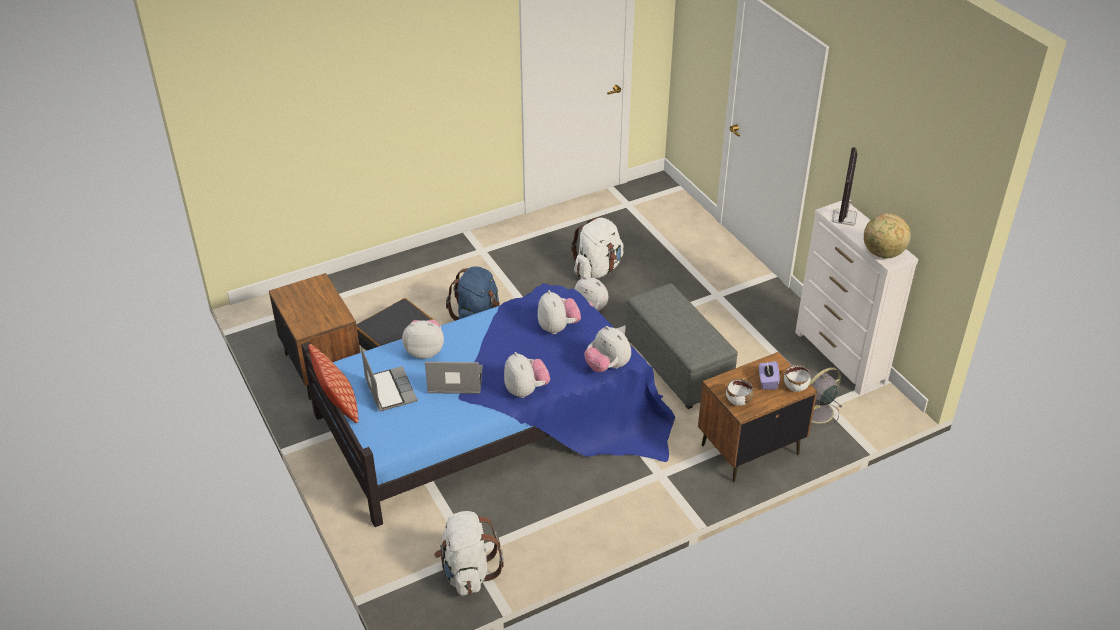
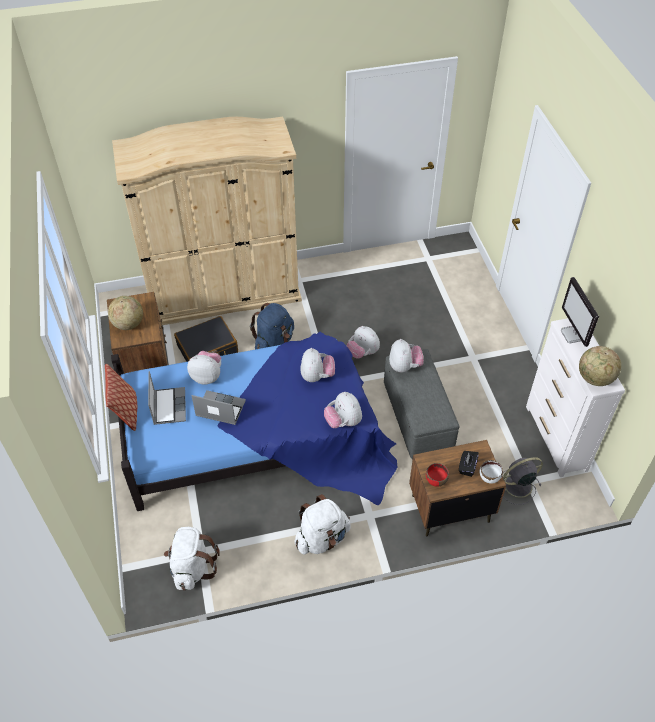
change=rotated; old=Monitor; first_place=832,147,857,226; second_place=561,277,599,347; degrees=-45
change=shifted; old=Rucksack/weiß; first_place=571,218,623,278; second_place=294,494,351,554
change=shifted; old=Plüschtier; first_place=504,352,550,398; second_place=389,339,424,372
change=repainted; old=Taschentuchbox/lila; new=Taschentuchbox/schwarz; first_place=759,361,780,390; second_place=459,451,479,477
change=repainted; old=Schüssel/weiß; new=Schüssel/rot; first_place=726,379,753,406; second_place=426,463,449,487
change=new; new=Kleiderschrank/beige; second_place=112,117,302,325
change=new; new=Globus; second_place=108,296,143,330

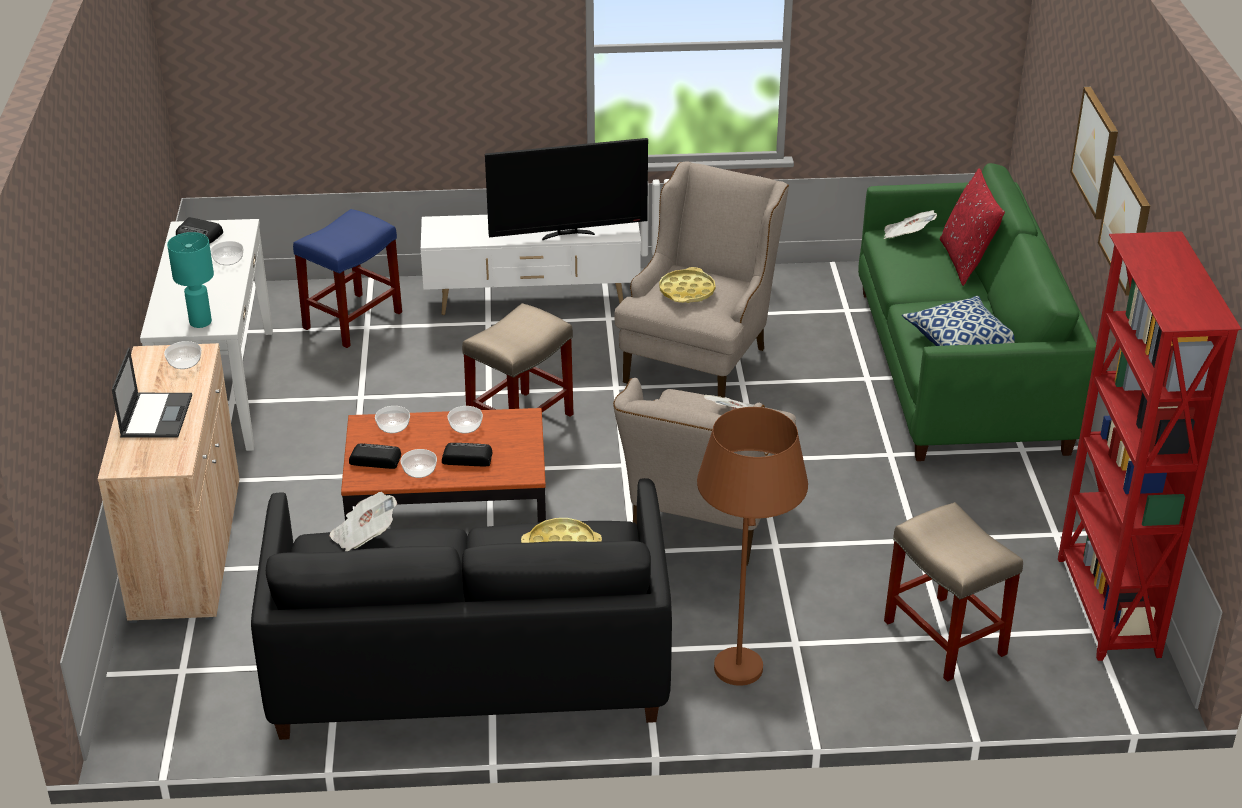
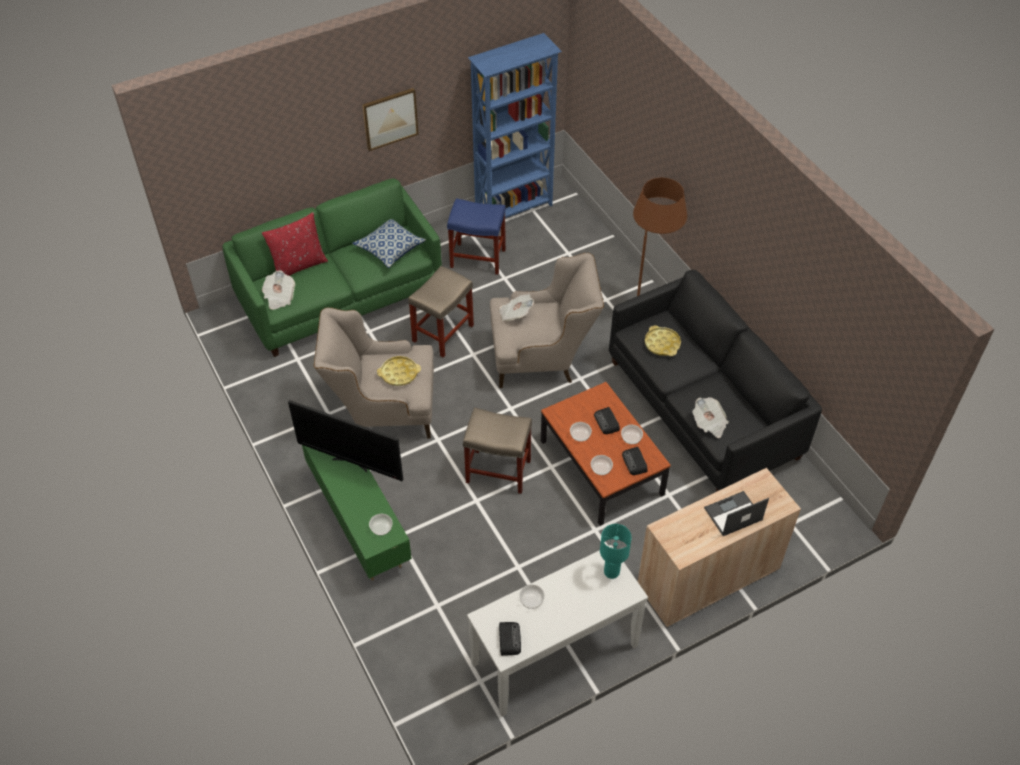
change=gone; old=Bild; first_place=1070,87,1118,219
change=rotated; old=Fernseher; first_place=485,138,648,240; second_place=288,400,403,481; degrees=150
change=shifted; old=Hocker/blau; first_place=293,209,402,348; second_place=447,198,506,275
change=repainted; old=Fernsehschrank/weiß; new=Fernsehschrank/grün; first_place=421,215,641,315; second_place=302,445,412,581
change=repainted; old=Bücherregal/rot; new=Bücherregal/blau; first_place=1058,231,1241,661; second_place=468,33,562,218
change=shifted; old=Schüssel; first_place=164,341,201,369; second_place=369,514,393,536
change=shifted; old=Hocker/beige; first_place=884,502,1023,682; second_place=408,266,474,358

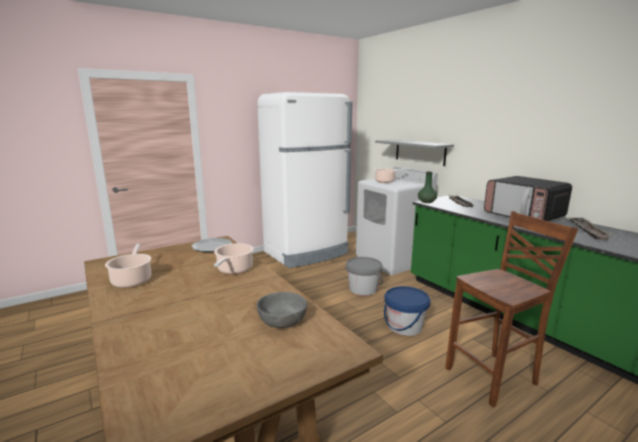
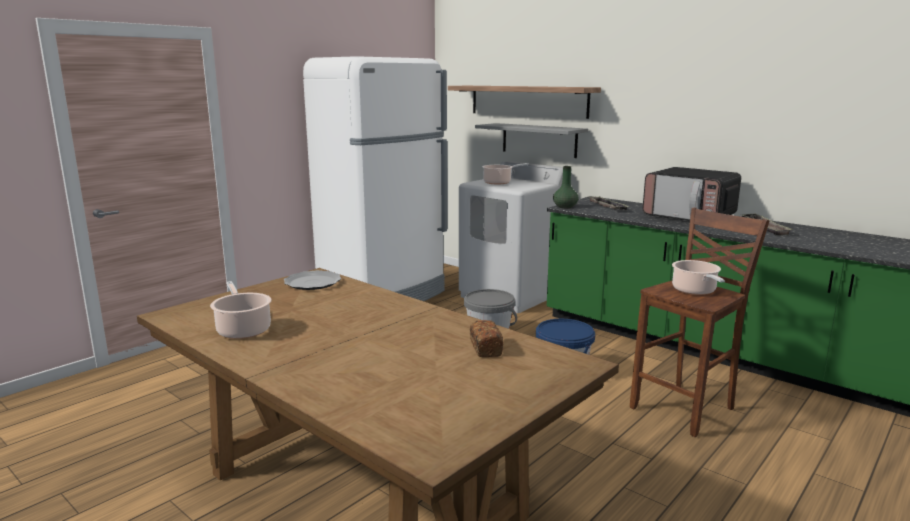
change=shifted; old=Kochtopf; first_place=214,243,254,274; second_place=672,260,725,295
change=swapped; old=Schüssel/grau; new=Brot; first_place=256,292,307,328; second_place=470,320,503,357
change=new; new=Wandregal; second_place=448,86,601,119

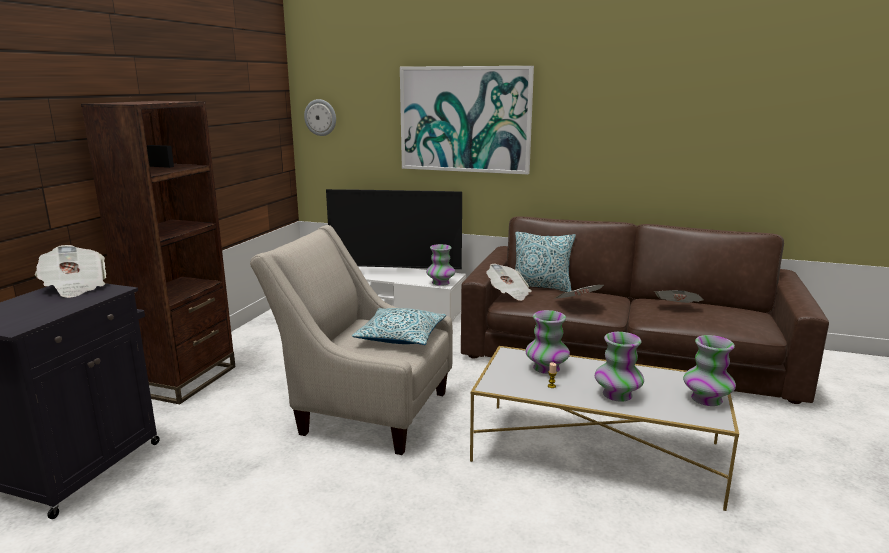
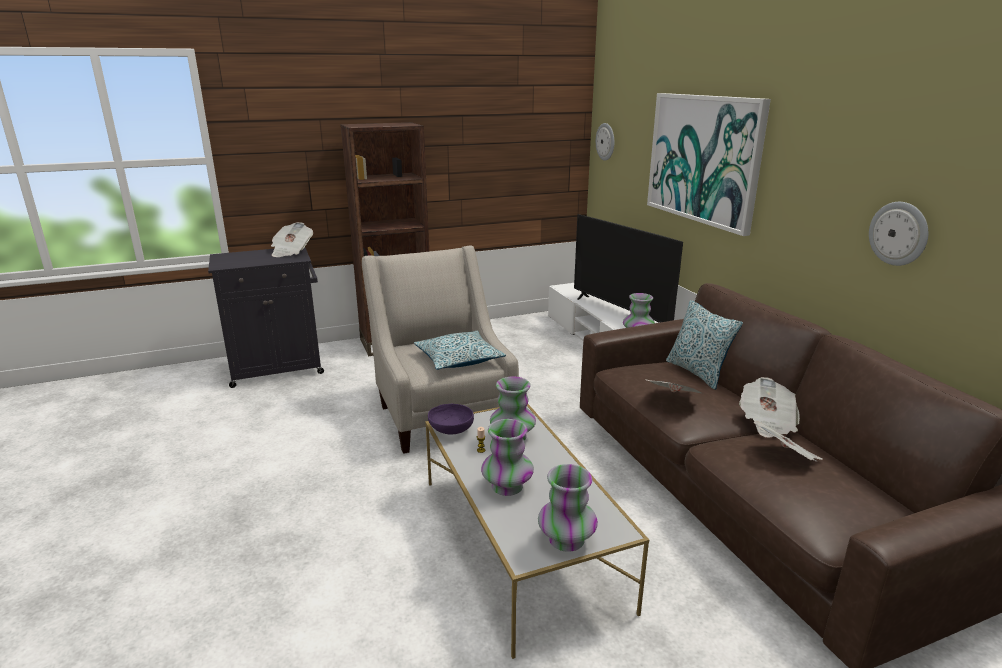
change=shifted; old=Zeitung; first_place=486,264,532,301; second_place=739,377,800,437
change=new; new=Wanduhr; second_place=869,202,928,266
change=new; new=Schüssel/lila; second_place=428,404,474,435

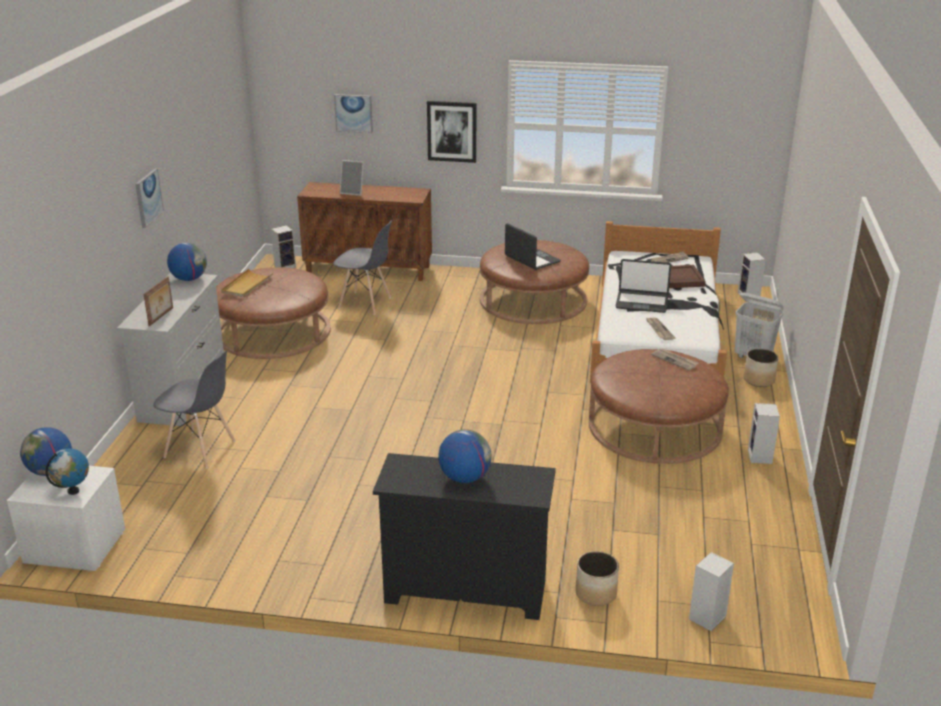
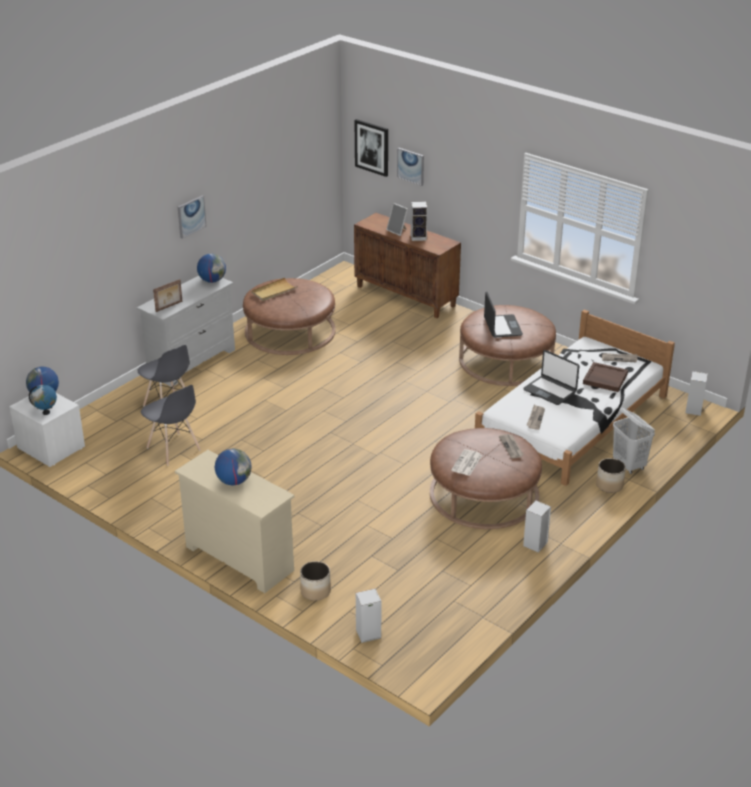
change=shifted; old=Bild; first_place=427,101,476,163; second_place=355,119,388,177
change=shifted; old=Stuhl/grau; first_place=333,220,392,315; second_place=141,385,201,465
change=shifted; old=Lautsprecher; first_place=271,225,296,268; second_place=411,202,427,241
change=repainted; old=Kommode/schwarz; new=Kommode/beige; first_place=373,453,556,620; second_place=175,450,295,593
change=new; new=Zeitung; second_place=451,449,482,476

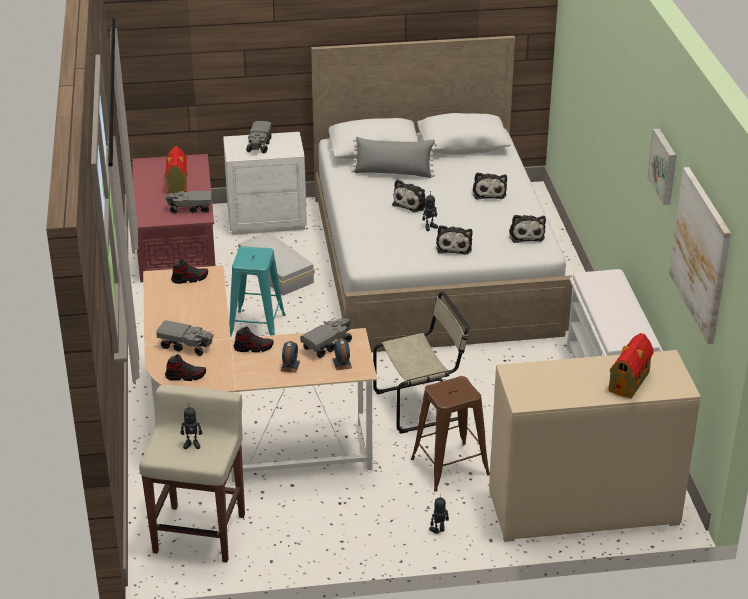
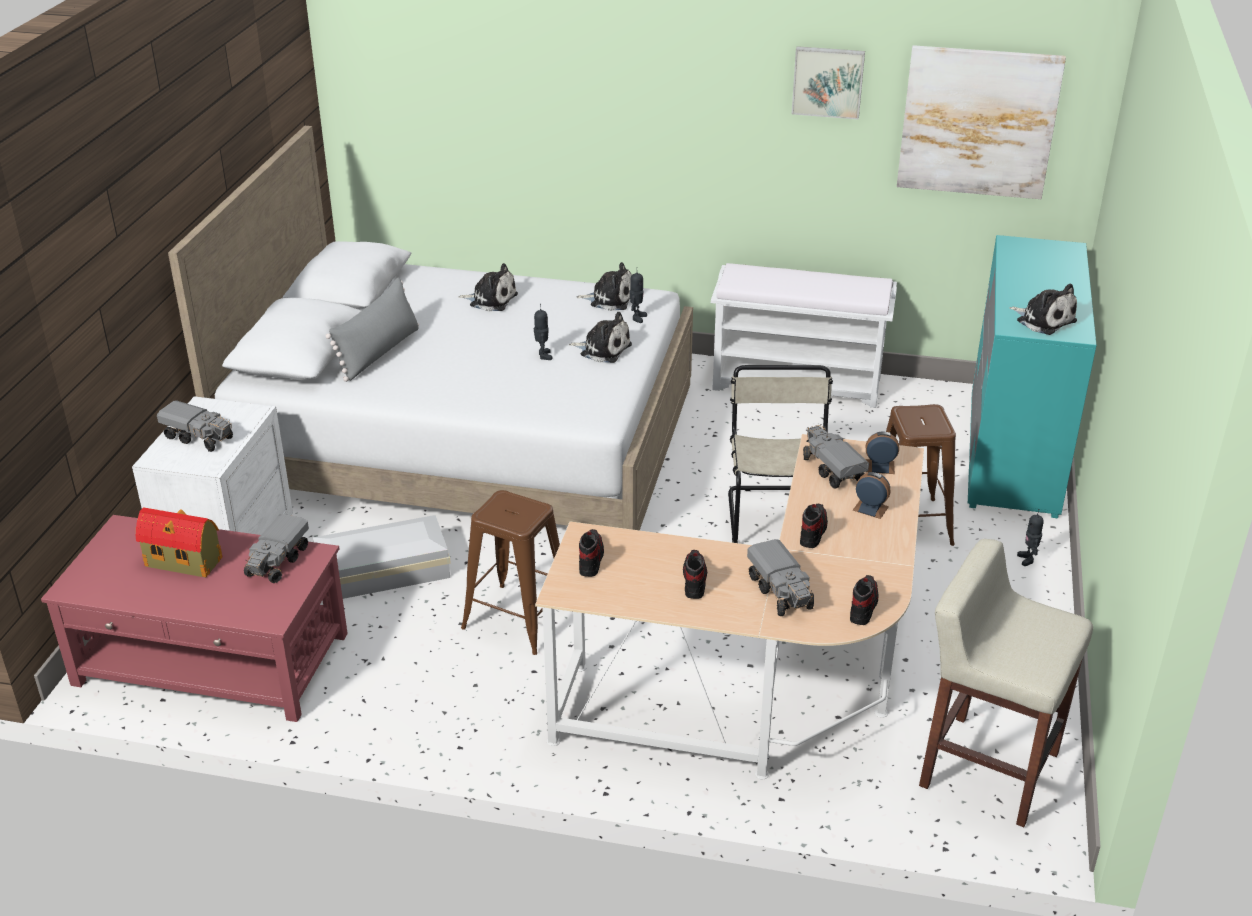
change=shifted; old=Plüschtier; first_place=392,179,426,212; second_place=1009,284,1077,335
change=repainted; old=Hocker/türkis; new=Hocker/braun; first_place=229,246,286,337; second_place=461,490,560,655
change=rotated; old=Spielzeuglaster; first_place=156,320,214,356; second_place=747,539,814,616; degrees=120
change=gone; old=Spielzeughaus; first_place=608,333,654,398
change=repainted; old=Kommode/beige; new=Kommode/türkis; first_place=489,350,701,542; second_place=968,235,1097,518
change=shifted; old=Spielzeugroboter; first_place=181,403,202,449; second_place=630,267,647,323
change=new; new=Schuh; second_place=683,550,707,599

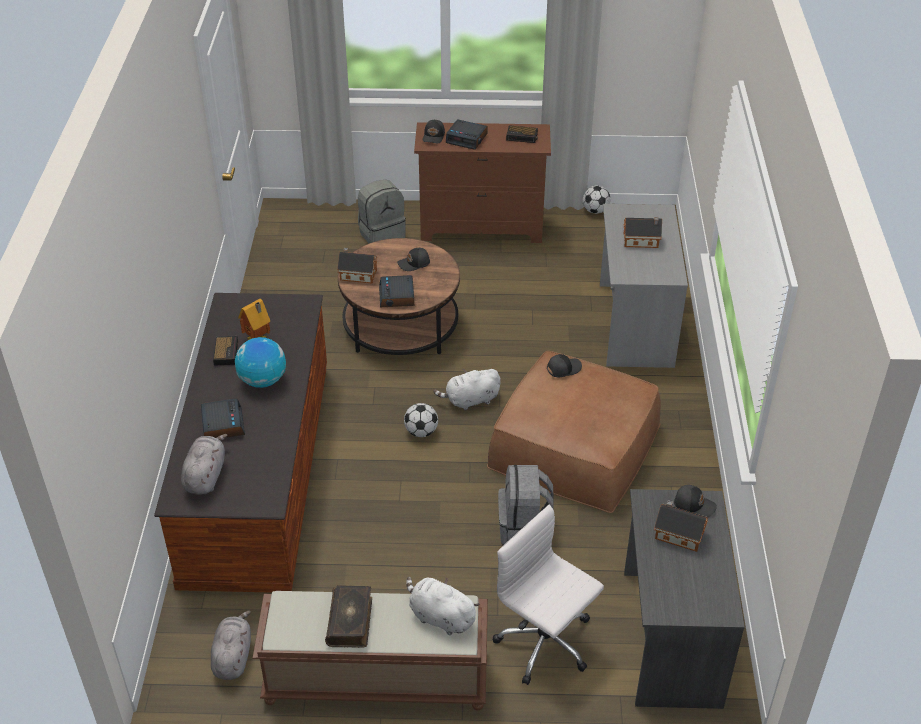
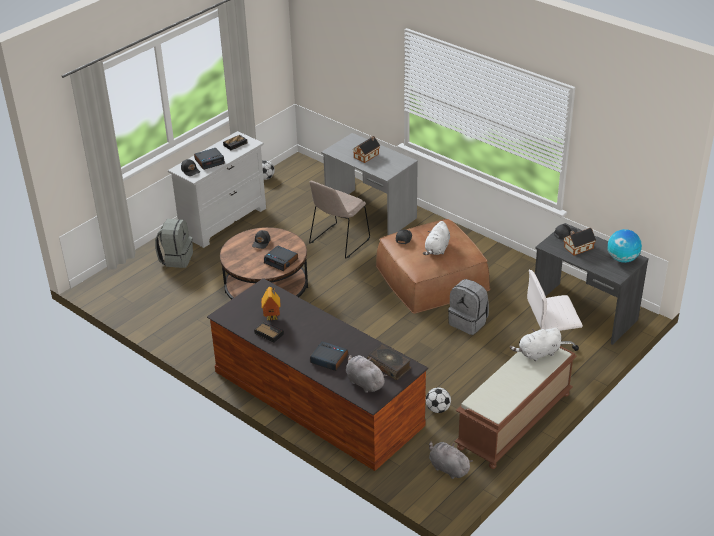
change=repainted; old=Kommode/braun; new=Kommode/weiß; first_place=414,122,551,243; second_place=168,131,266,248
change=gone; old=Spielzeughaus; first_place=337,248,377,284
change=shifted; old=Globus; first_place=235,337,286,388; second_place=607,229,642,263
change=shifted; old=Plüschtier/weiß; first_place=433,369,501,411; second_place=423,221,450,255
change=shifted; old=Fußball; first_place=404,403,438,437; second_place=426,387,451,413
change=shifted; old=Buch; first_place=325,585,372,648; second_place=367,344,411,380
change=new; new=Stuhl/beige; second_place=309,180,370,258

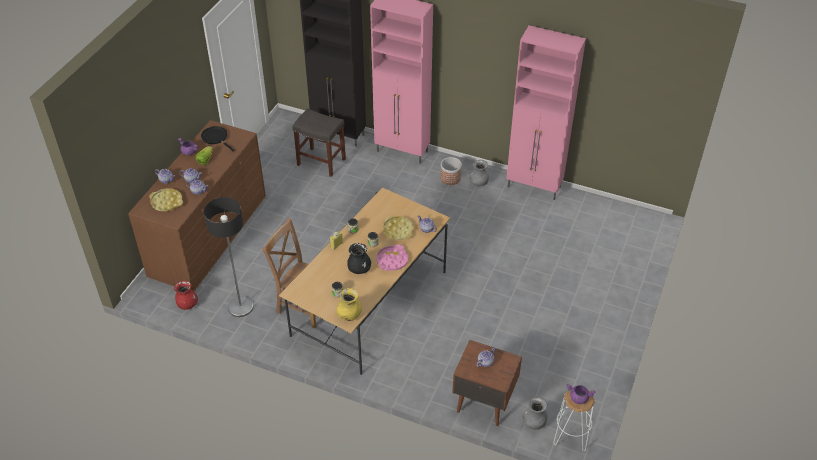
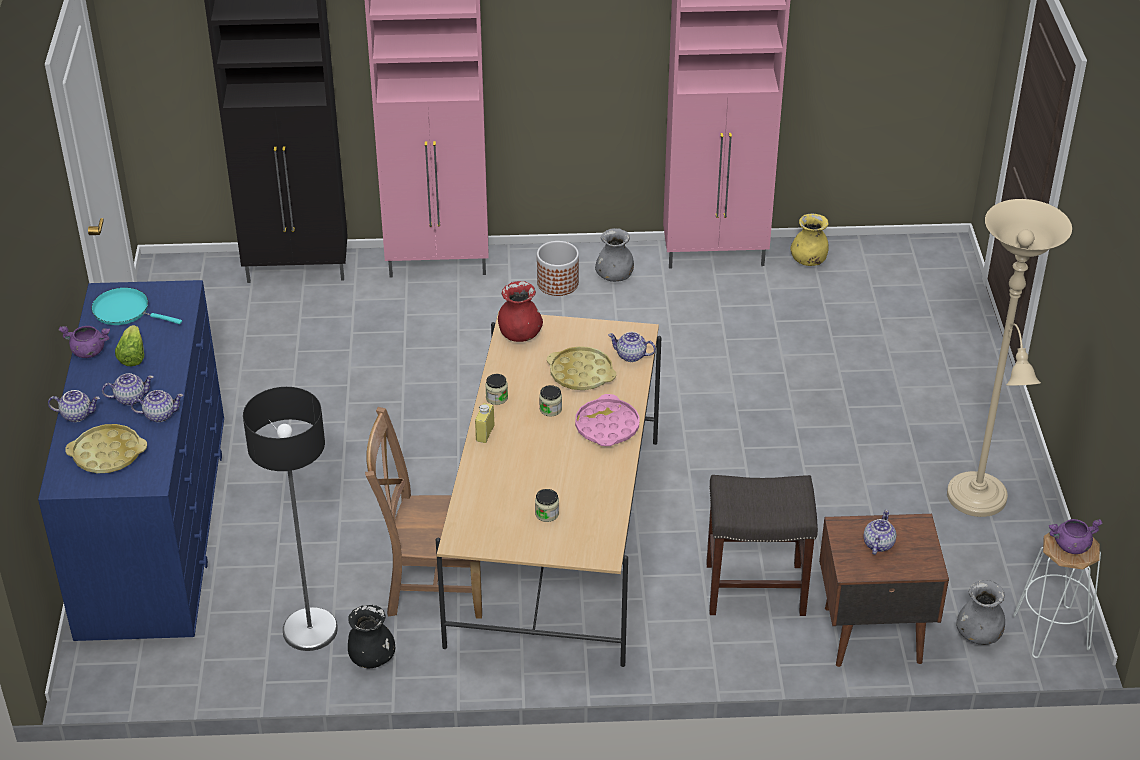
change=shifted; old=Hocker/grau; first_place=292,108,346,177; second_place=706,475,818,616
change=repainted; old=Kommode/braun; new=Kommode/blau; first_place=128,120,266,292; second_place=38,280,224,641
change=repainted; old=Pfanne/schwarz; new=Pfanne/türkis; first_place=201,126,234,151; second_place=91,287,182,325
change=shifted; old=Vase/schwarz; first_place=347,243,371,274; second_place=348,605,395,668
change=shifted; old=Vase/rot; first_place=174,281,198,310; second_place=498,281,543,342
change=shifted; old=Vase/gelb; first_place=337,288,362,321; second_place=790,213,829,266
change=new; new=Stehlampe/beige; second_place=947,199,1072,517

